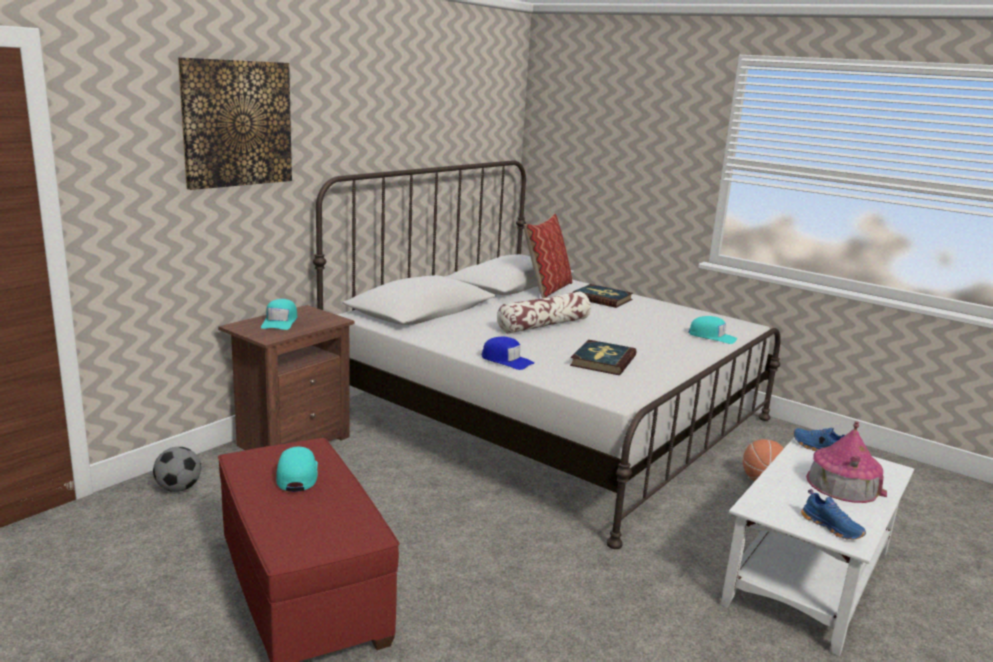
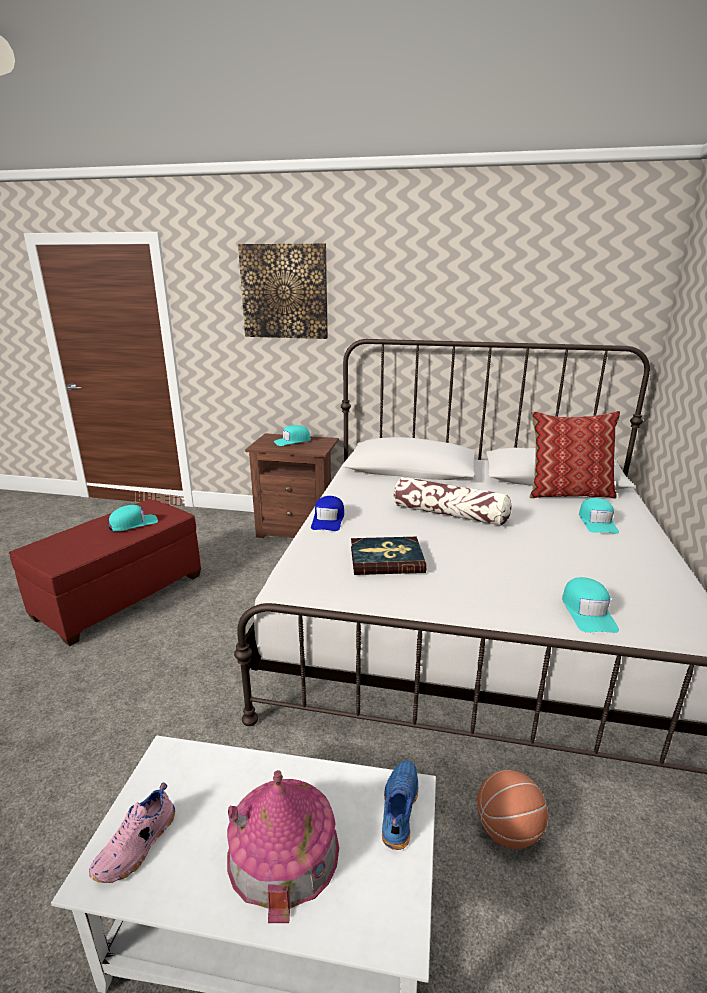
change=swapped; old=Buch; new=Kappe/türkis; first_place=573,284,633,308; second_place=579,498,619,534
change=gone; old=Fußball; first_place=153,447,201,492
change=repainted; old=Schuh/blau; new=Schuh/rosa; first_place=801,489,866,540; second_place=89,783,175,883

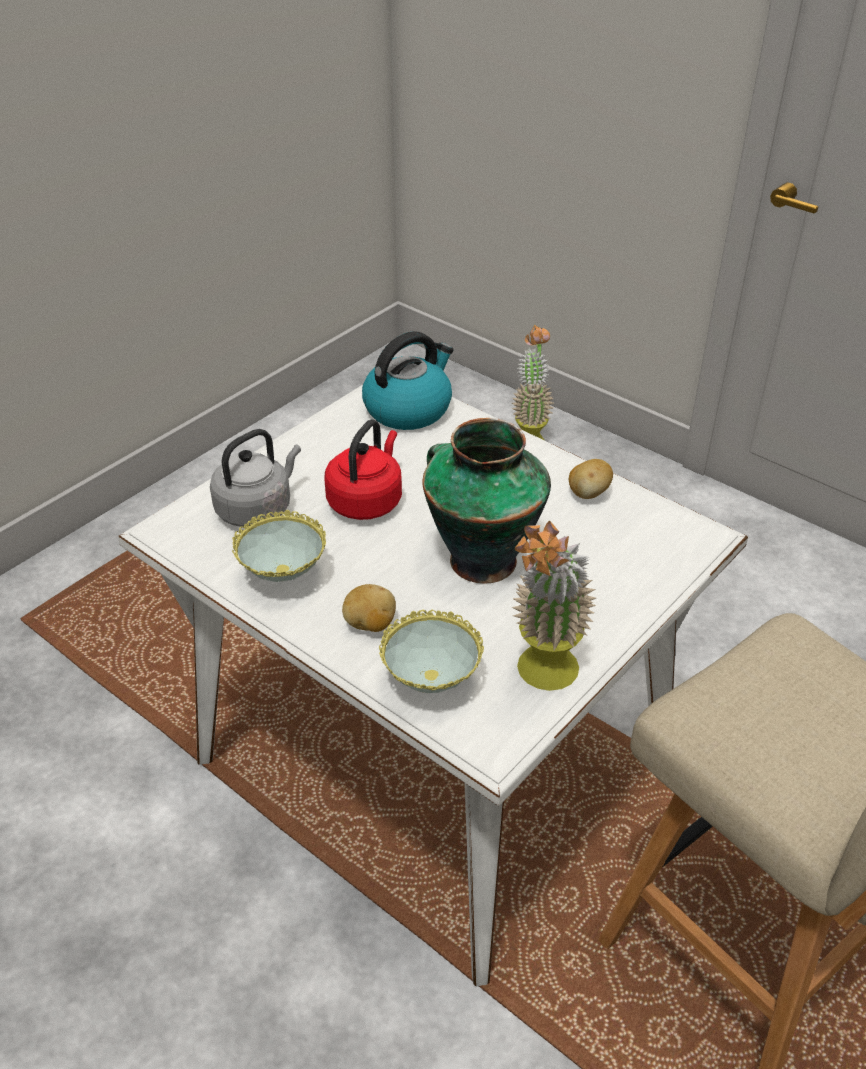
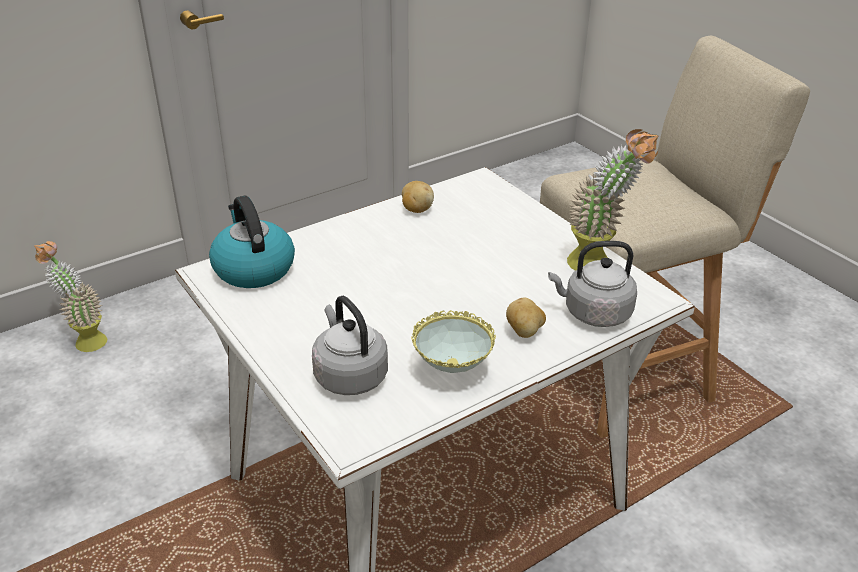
change=gone; old=Vase; first_place=422,418,551,584
change=gone; old=Wasserkessel/rot; first_place=325,419,402,520
change=swapped; old=Schüssel; new=Wasserkessel/grau; first_place=379,610,484,693; second_place=548,241,637,327

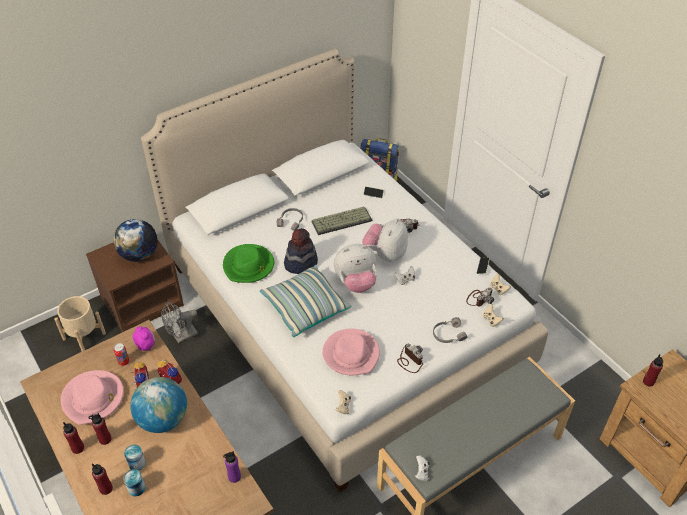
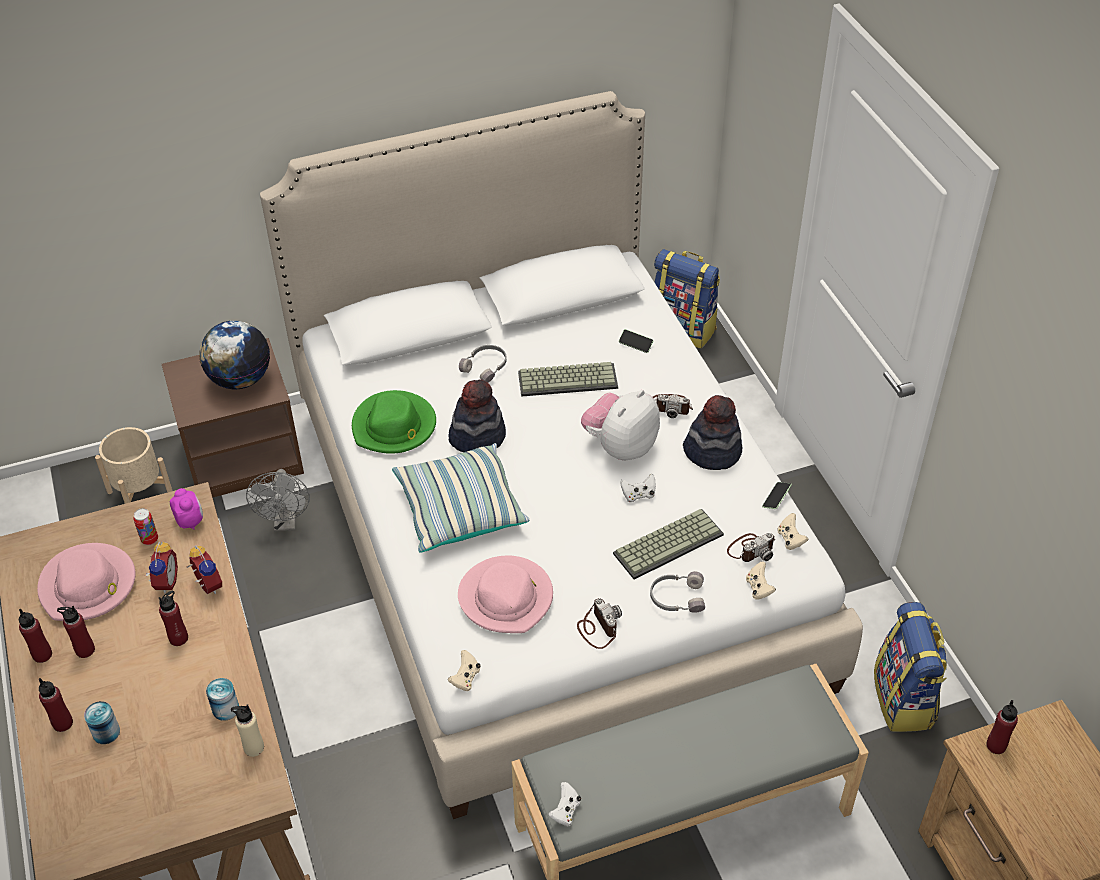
change=gone; old=Plüschtier; first_place=334,244,377,293
change=rotated; old=Ventilator/grau; first_place=162,302,198,343; second_place=246,469,310,531; degrees=-75
change=swapped; old=Globus; new=Flasche/rot; first_place=130,377,187,433; second_place=159,591,188,646
change=shifted; old=Dose; first_place=124,444,146,471; second_place=206,678,239,721
change=repainted; old=Flasche/lila; new=Flasche/beige; first_place=223,451,241,483; second_place=231,704,264,757
change=new; new=Hut; second_place=683,395,742,470
change=new; new=Tastatur; second_place=613,509,724,579
change=new; new=Rucksack; second_place=874,602,947,732

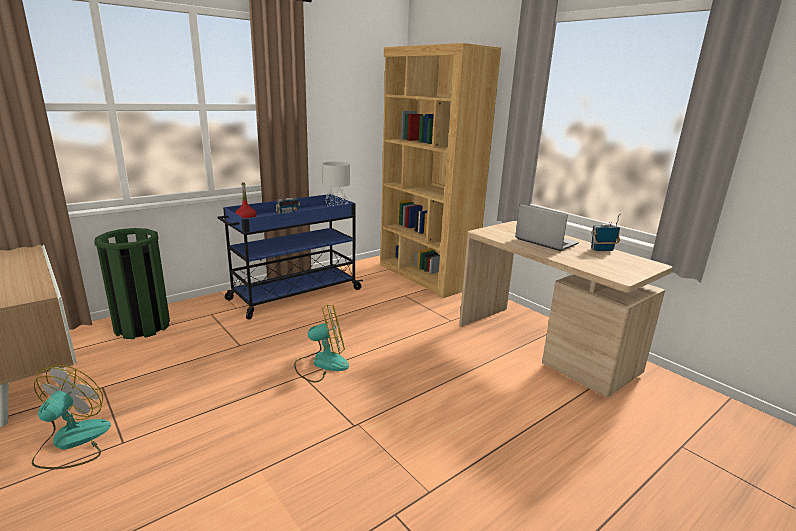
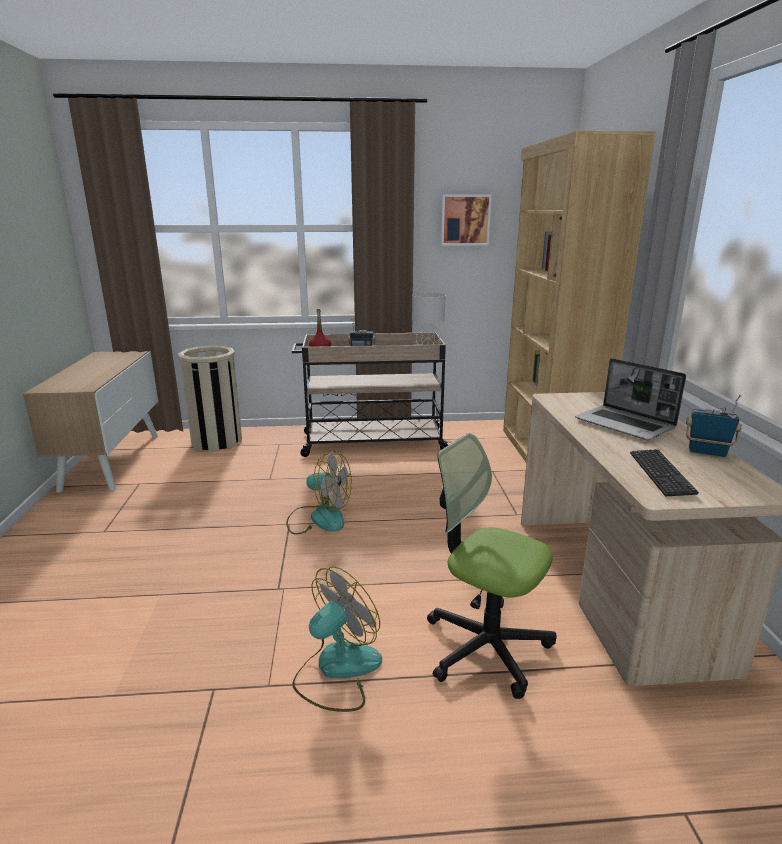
change=repainted; old=Rollwagen/blau; new=Rollwagen/beige; first_place=218,194,363,320; second_place=292,332,451,457
change=rotated; old=Laptop; first_place=515,204,579,251; second_place=575,358,686,440; degrees=150
change=repainted; old=Mülleimer/grün; new=Mülleimer/beige; first_place=94,228,170,339; second_place=178,345,242,452
change=shifted; old=Ventilator; first_place=32,365,111,469; second_place=292,567,382,712
change=new; new=Bild; second_place=441,194,492,246
change=new; new=Bürostuhl; second_place=427,433,557,699
change=new; new=Tastatur; second_place=630,449,699,496

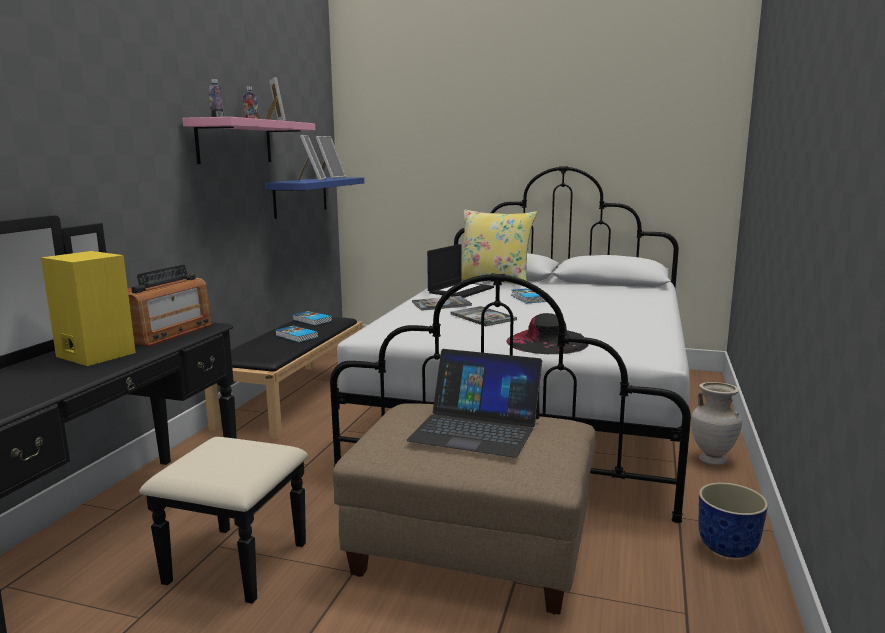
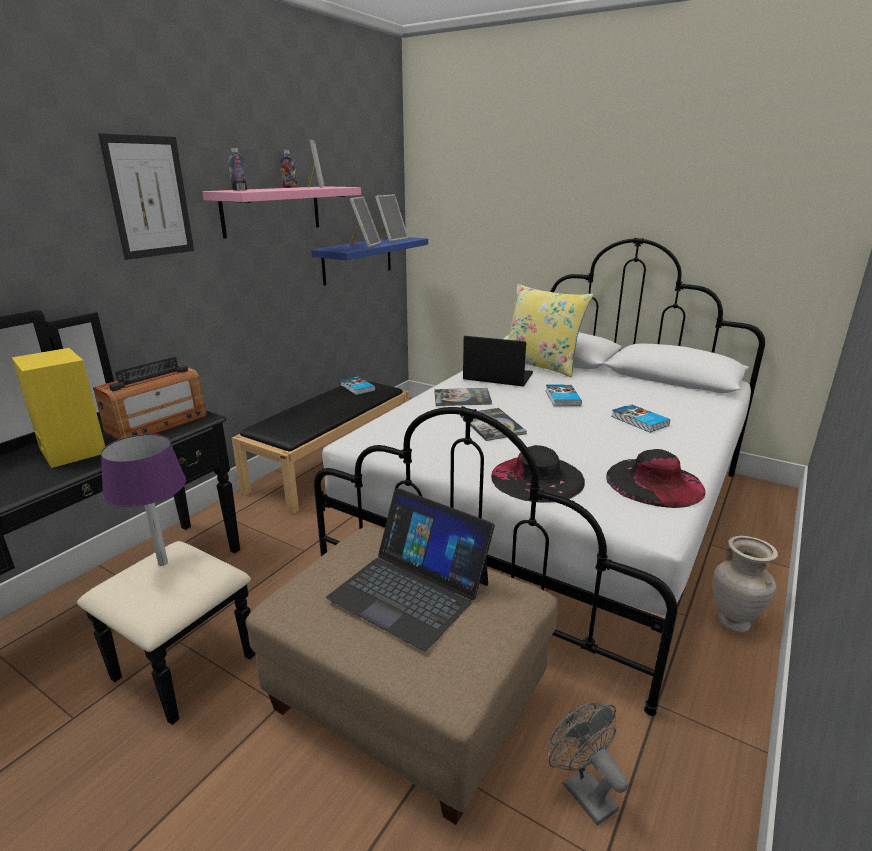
change=rotated; old=Laptop; first_place=427,244,494,298; second_place=463,336,533,387; degrees=-120
change=shifted; old=Buch; first_place=276,326,318,342; second_place=611,404,670,433
change=gone; old=Pflanzkübel; first_place=699,482,768,558
change=new; new=Bild; second_place=98,133,194,260
change=new; new=Tischlampe/lila; second_place=101,434,186,566
change=new; new=Hut/schwarz; second_place=606,449,705,508
change=new; new=Ventilator/grau; second_place=548,703,628,826

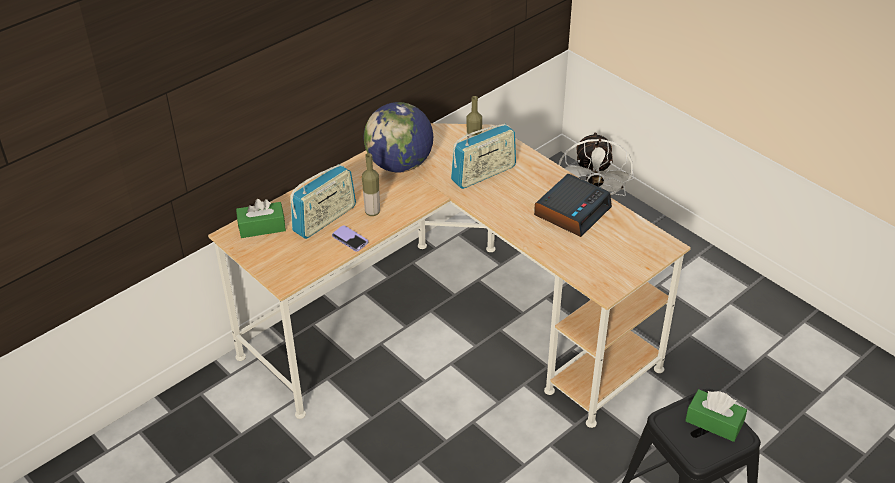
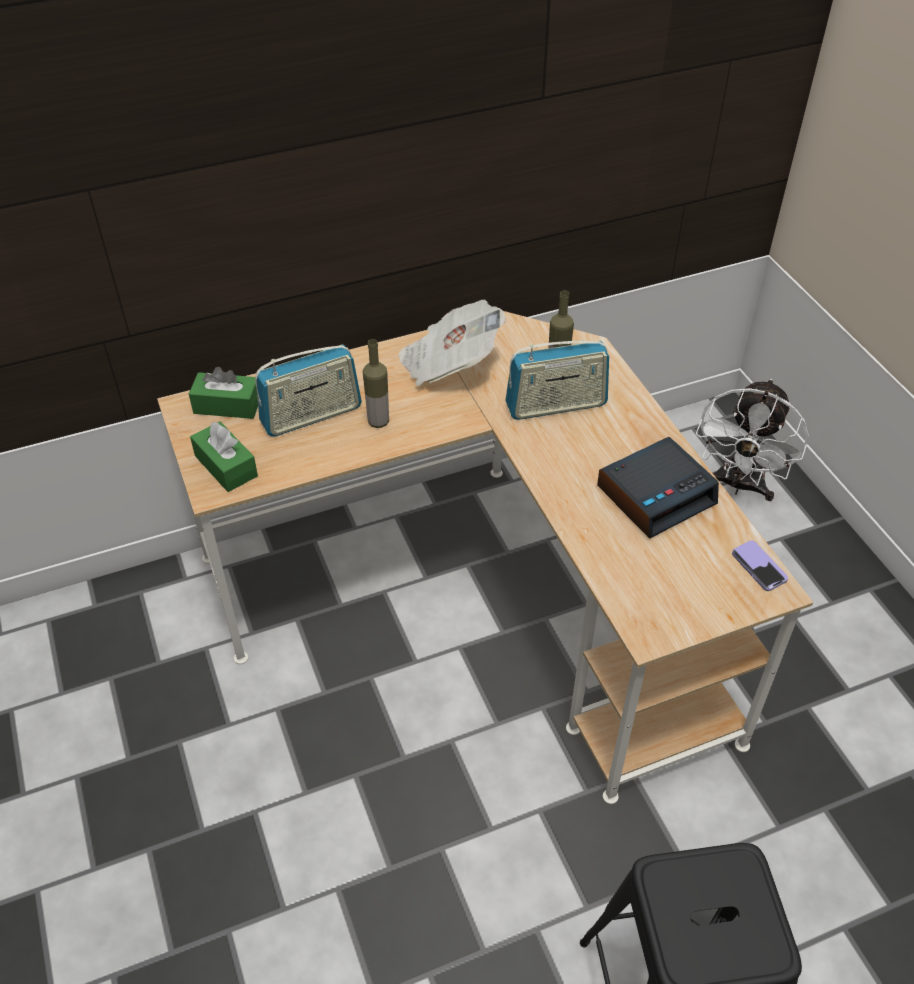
change=swapped; old=Globus; new=Zeitung; first_place=364,102,433,172; second_place=398,300,506,386
change=shifted; old=Handy; first_place=332,225,368,252; second_place=732,540,788,591
change=shifted; old=Taschentuchbox/grün; first_place=685,389,747,442; second_place=190,421,258,492

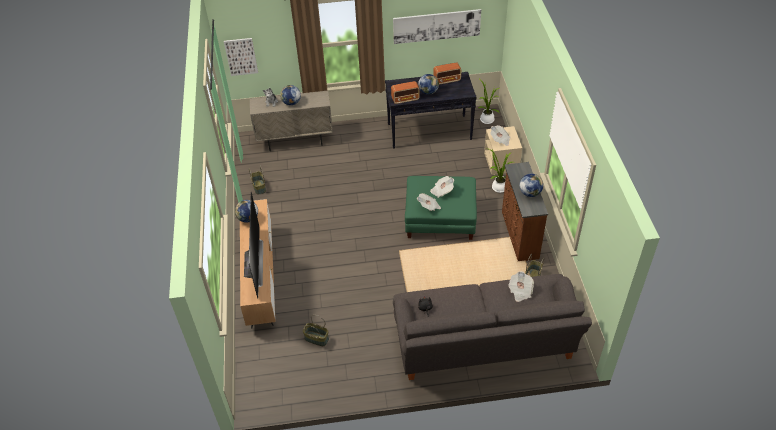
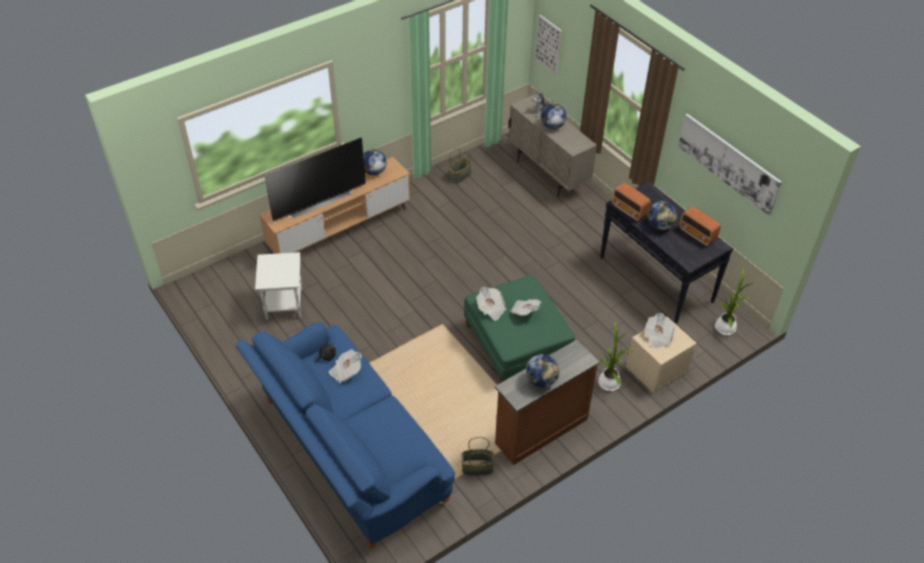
change=shifted; old=Zeitung; first_place=508,271,534,302; second_place=329,349,362,383
change=repainted; old=Sofa/grau; new=Sofa/blau; first_place=393,274,592,380; second_place=235,322,455,549
change=swapped; old=Korb; new=Beistelltisch/weiß; first_place=303,315,329,346; second_place=255,252,302,320

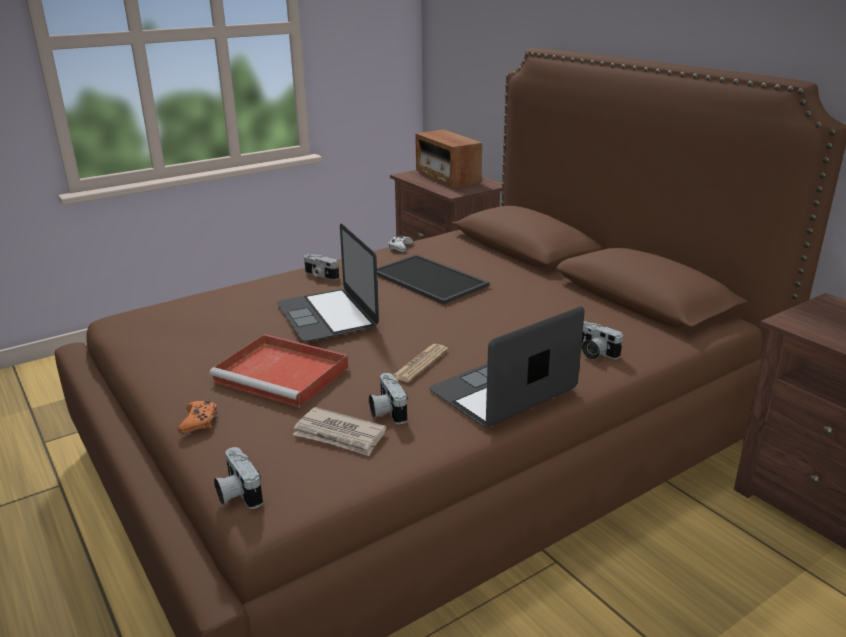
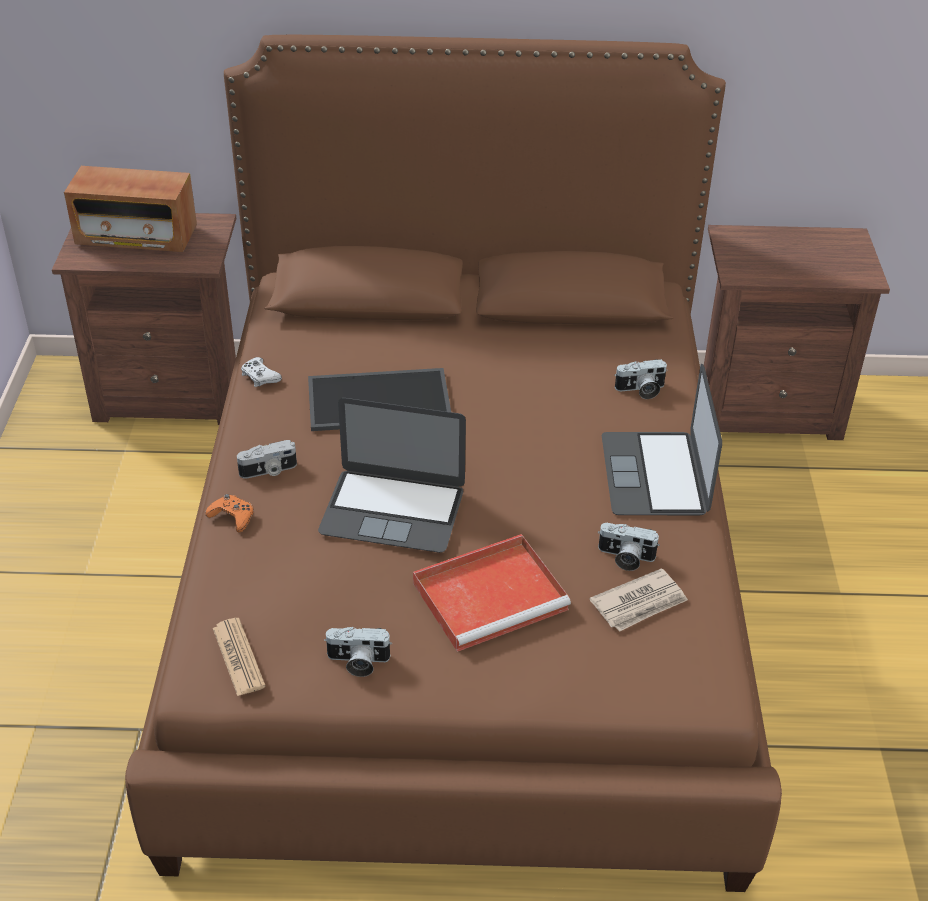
change=shifted; old=Zeitung; first_place=393,344,448,382; second_place=213,618,266,696
change=shifted; old=Gamepad/orange; first_place=178,399,217,434; second_place=206,494,253,532
change=shifted; old=Kamera; first_place=214,447,263,509; second_place=324,627,392,677

